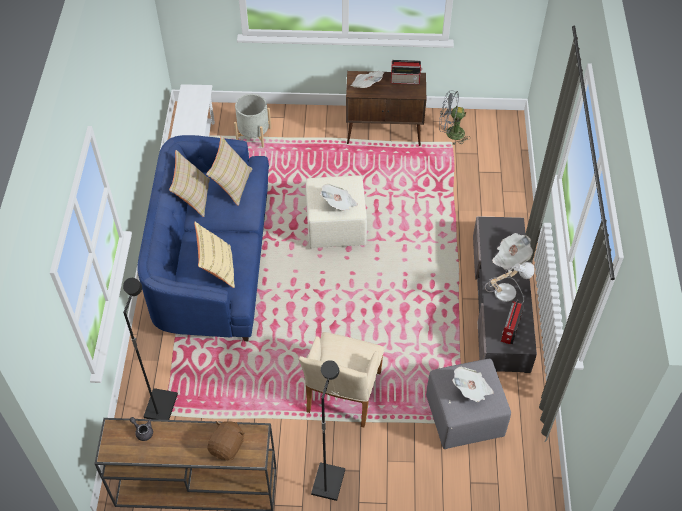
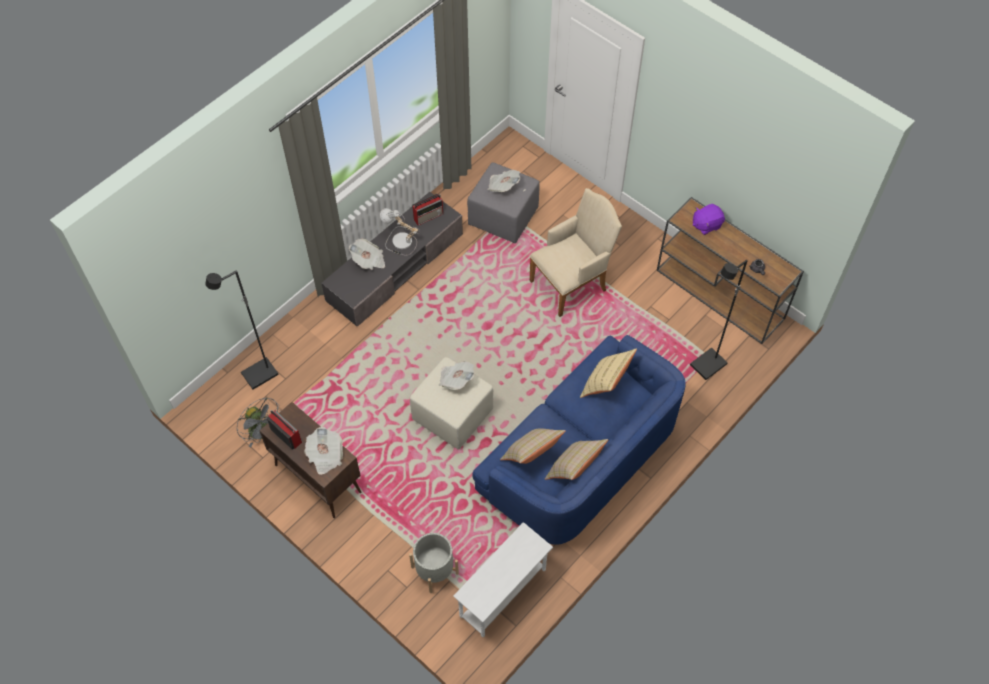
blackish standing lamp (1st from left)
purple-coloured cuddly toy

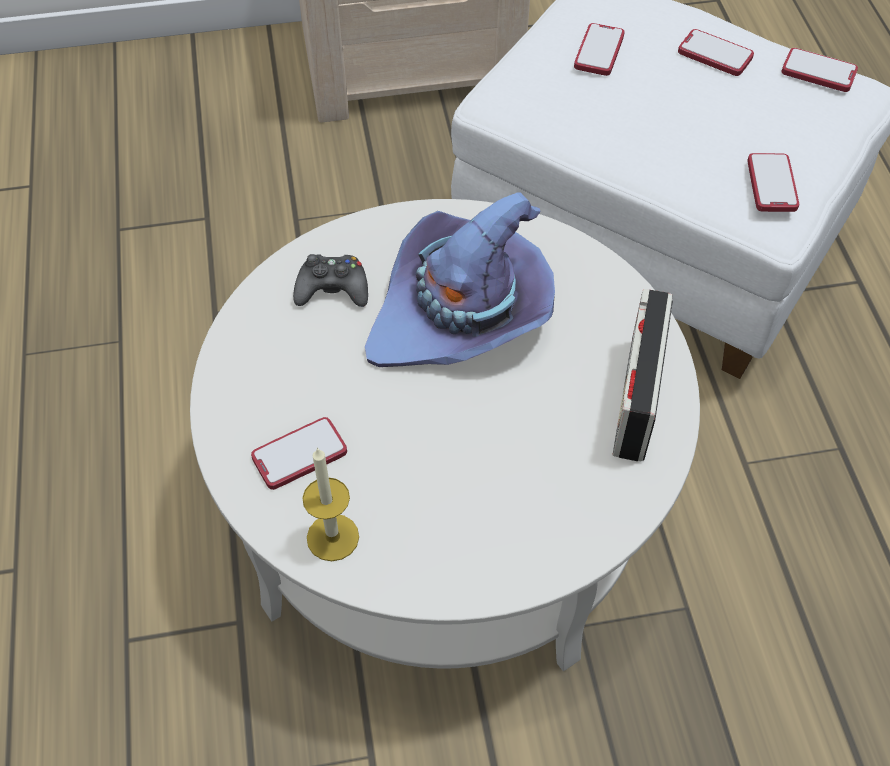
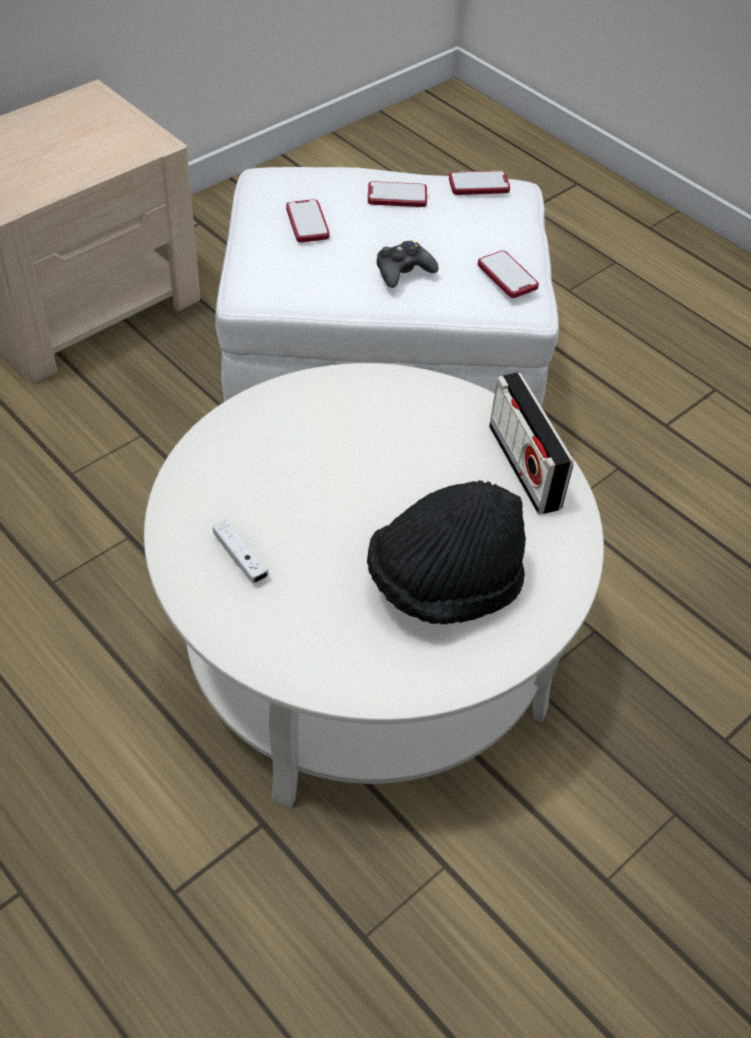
whitish gamepad
blackish wearable hat
blackish gamepad
handset (1st from left in the first image)
candle
purple-coloured wearable hat

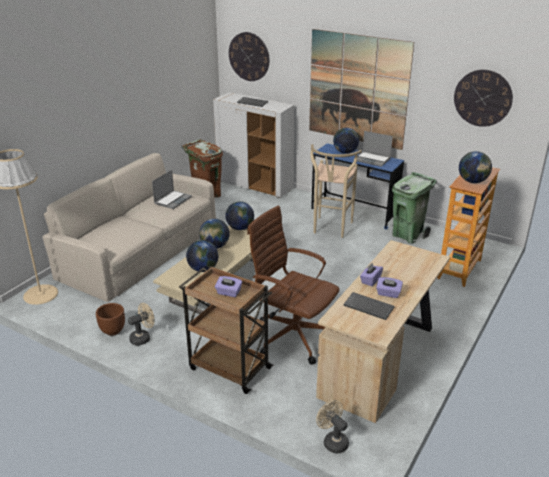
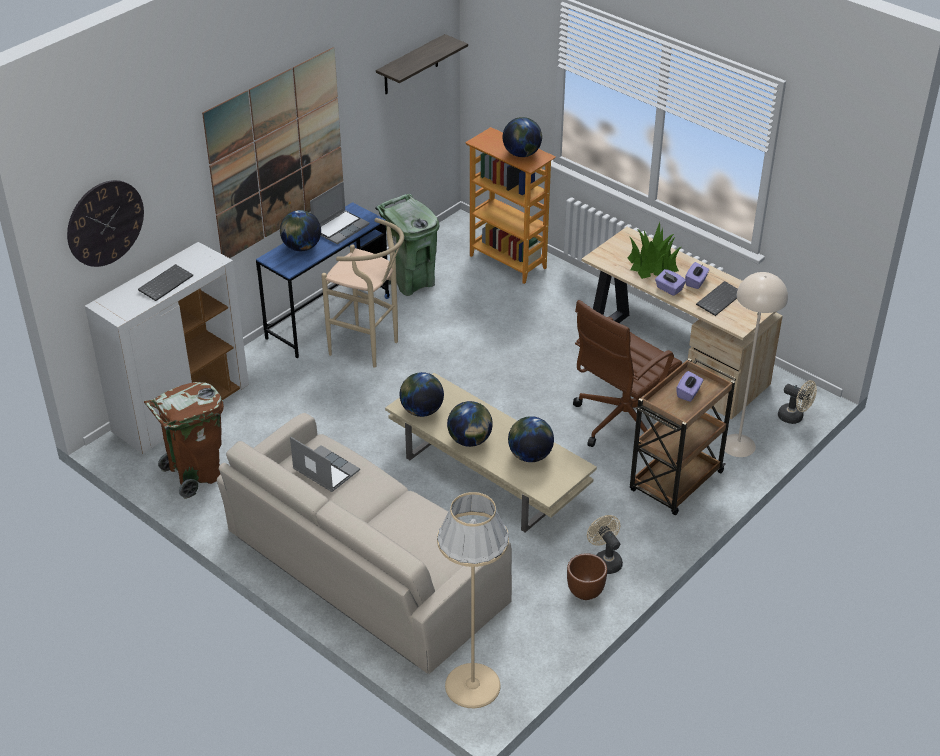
shelf
potted plant
sand-coloured standing lamp (2nd from left)
sand-coloured electric fan (2nd from left)

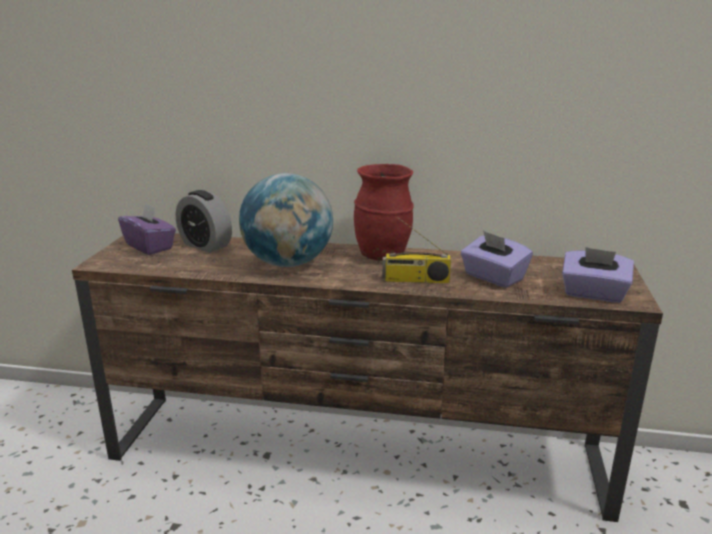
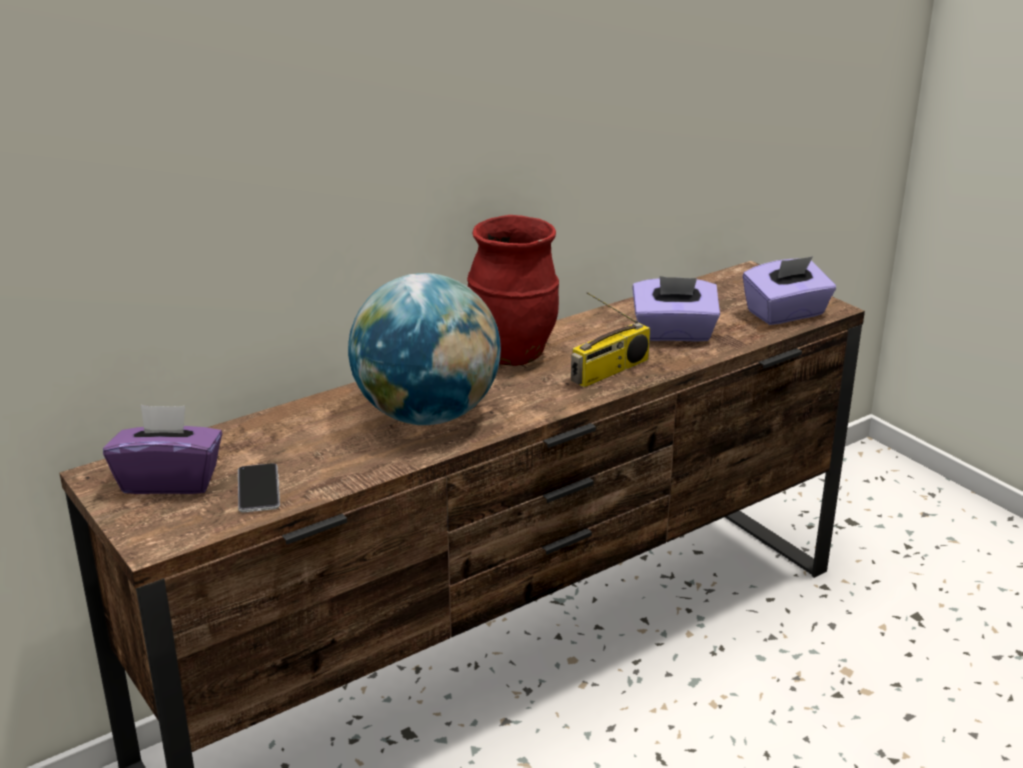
handset
table clock

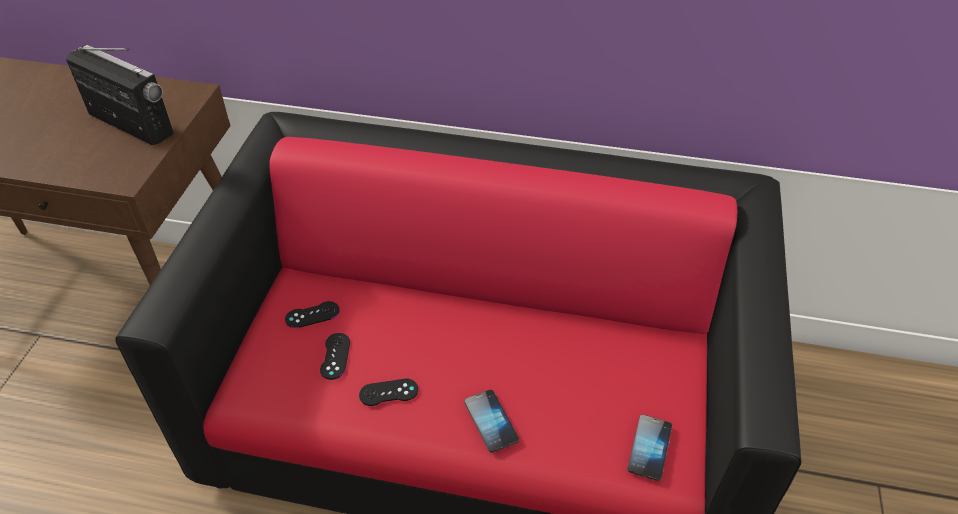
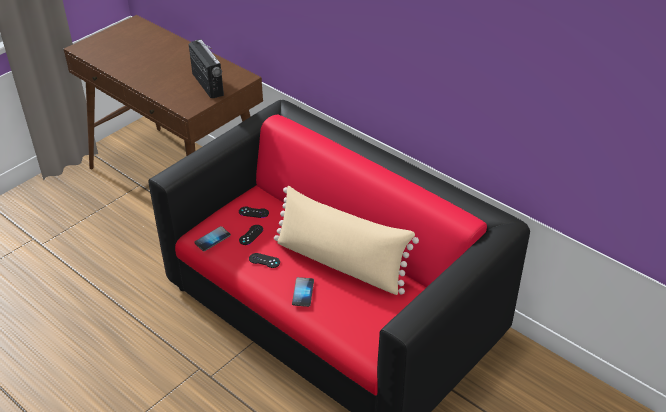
handset (1st from left)
sand-coloured cushion

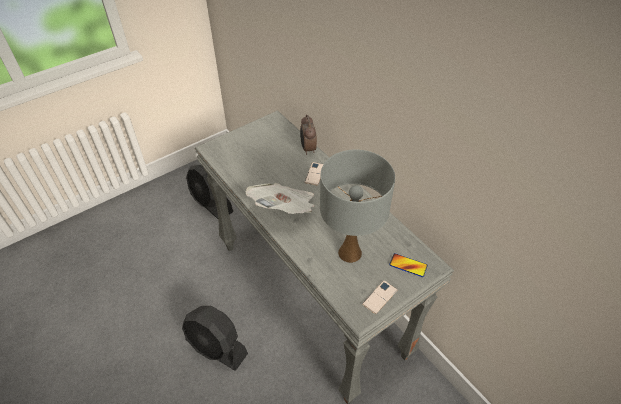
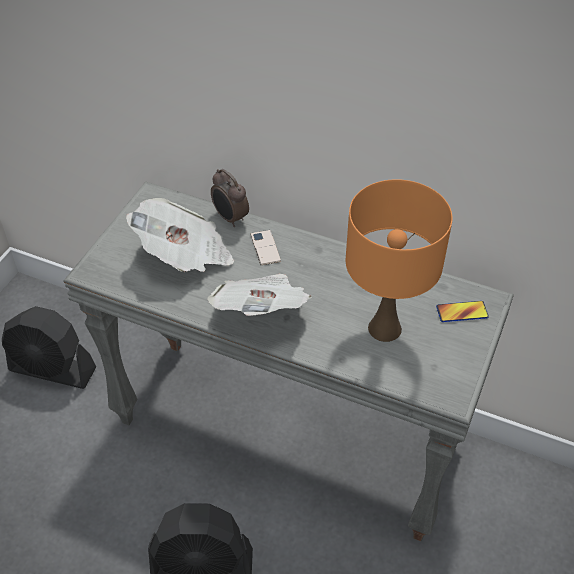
printed paper (1st from left)
orangey tabletop lamp
handset (2nd from left in the first image)

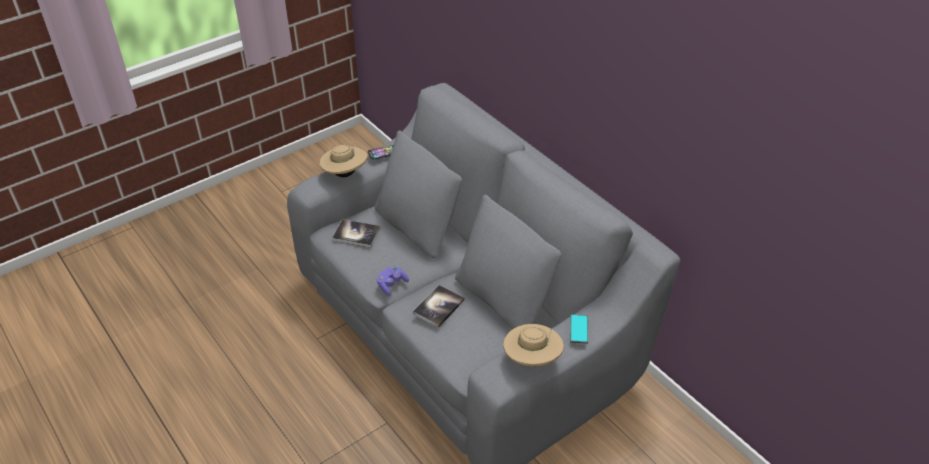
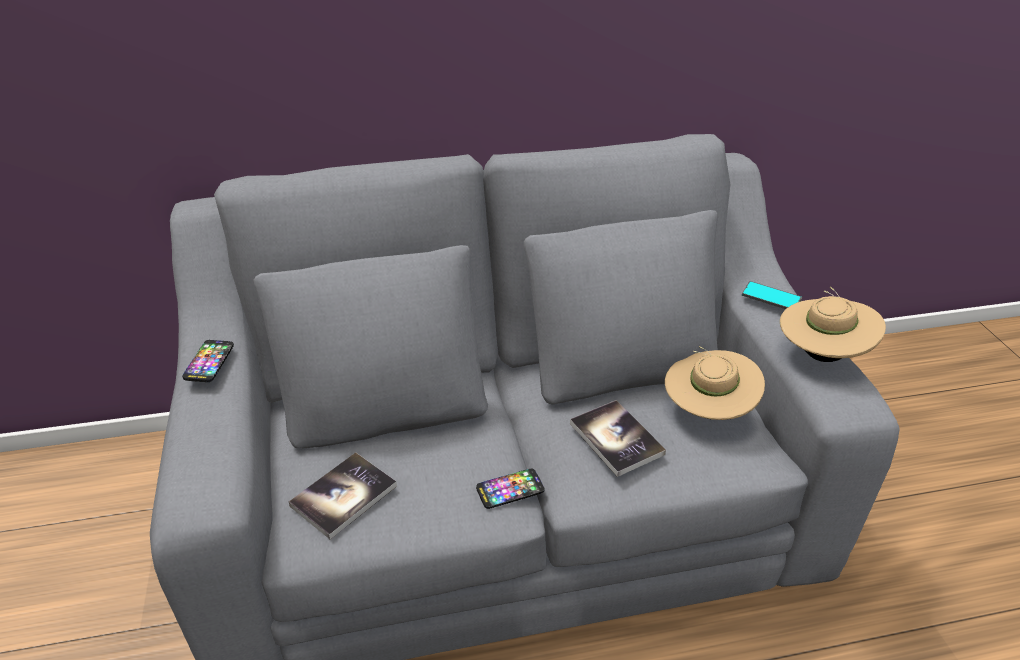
handset (2nd from left)
sand-coloured wearable hat (1st from left)

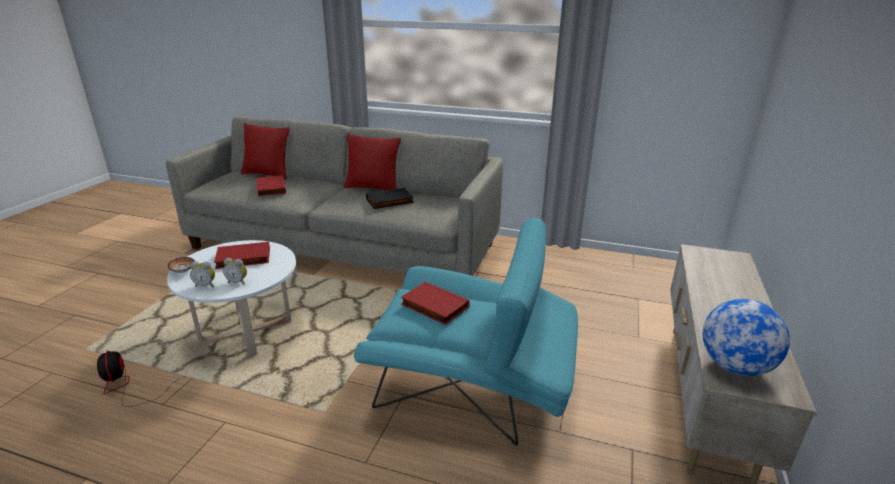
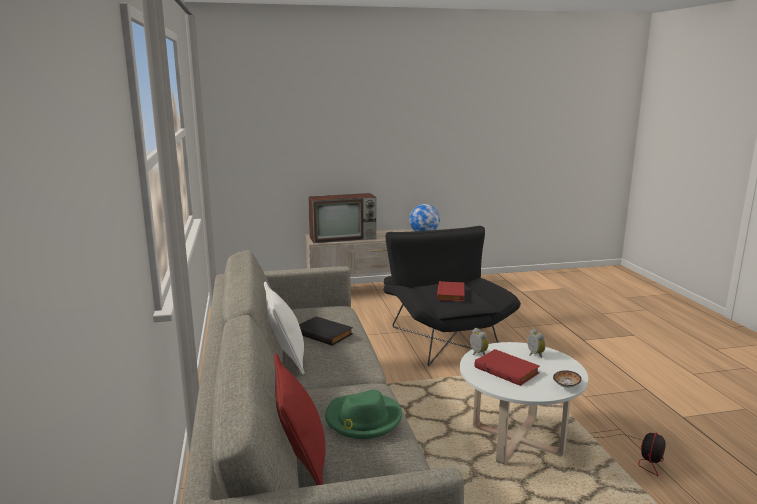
whitish cushion
television
green wearable hat
blackish armchair
table clock (1st from left)

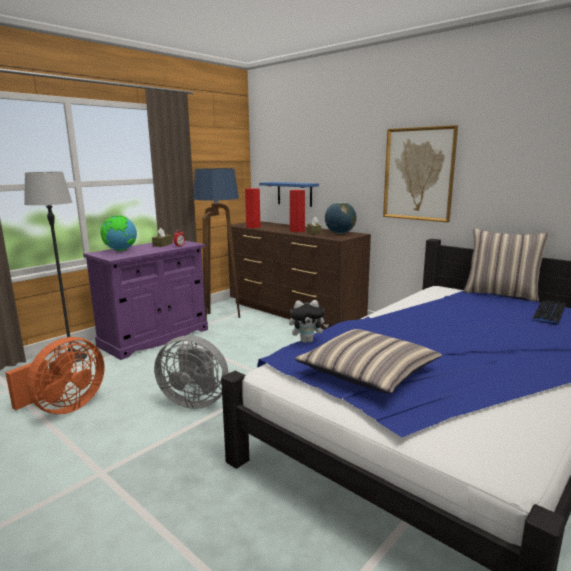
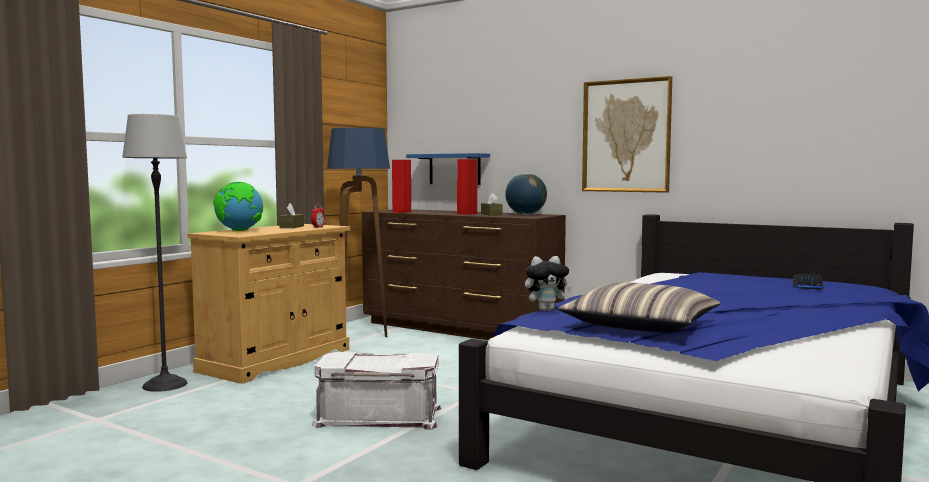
sand-coloured cabinet
whitish storage box
orangey electric fan
cushion (2nd from left in the first image)

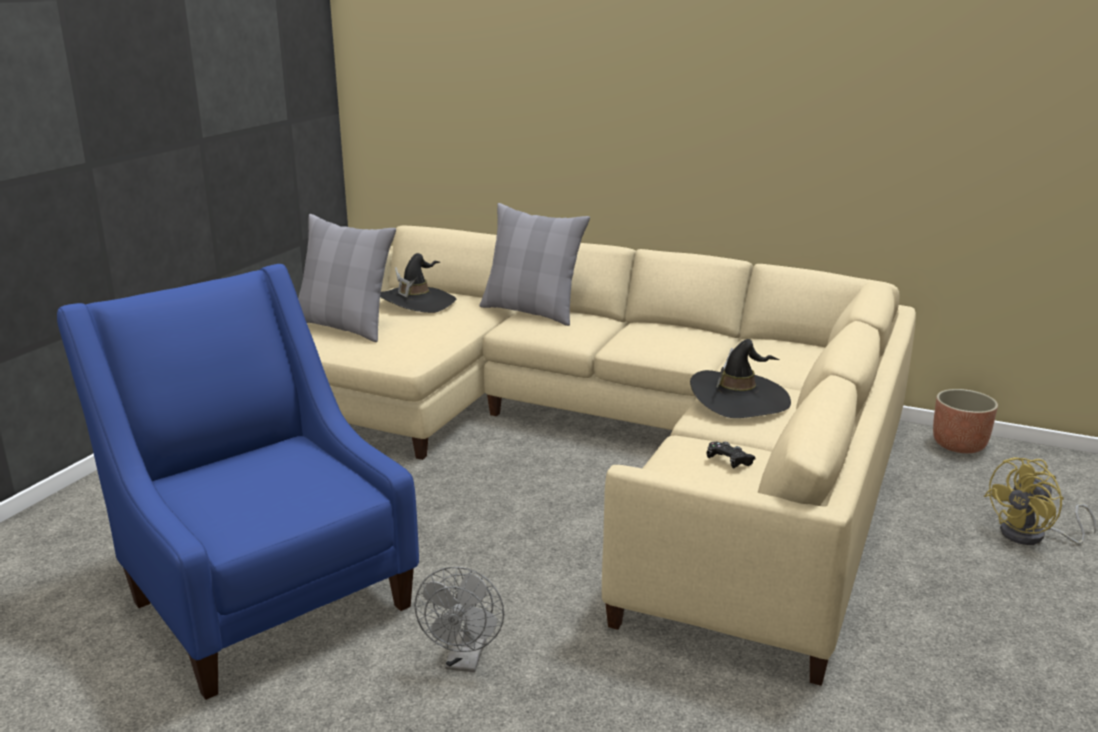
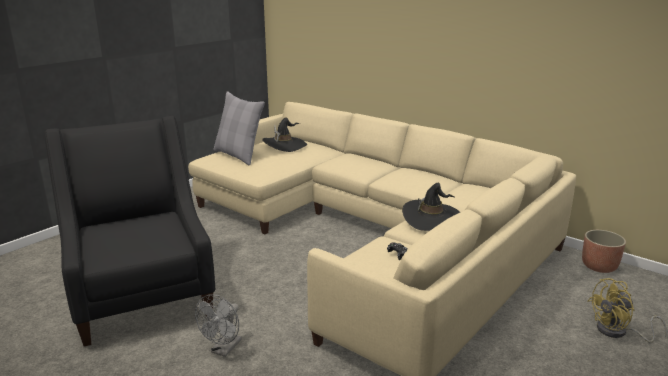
blackish armchair
gray cushion (2nd from left in the first image)

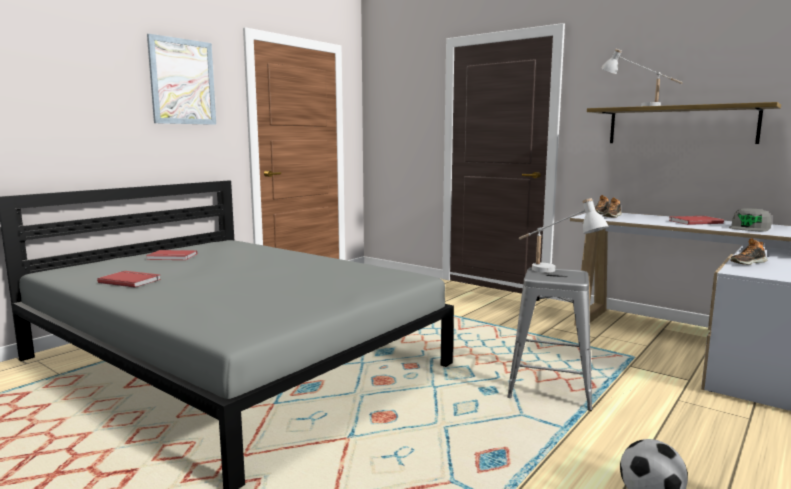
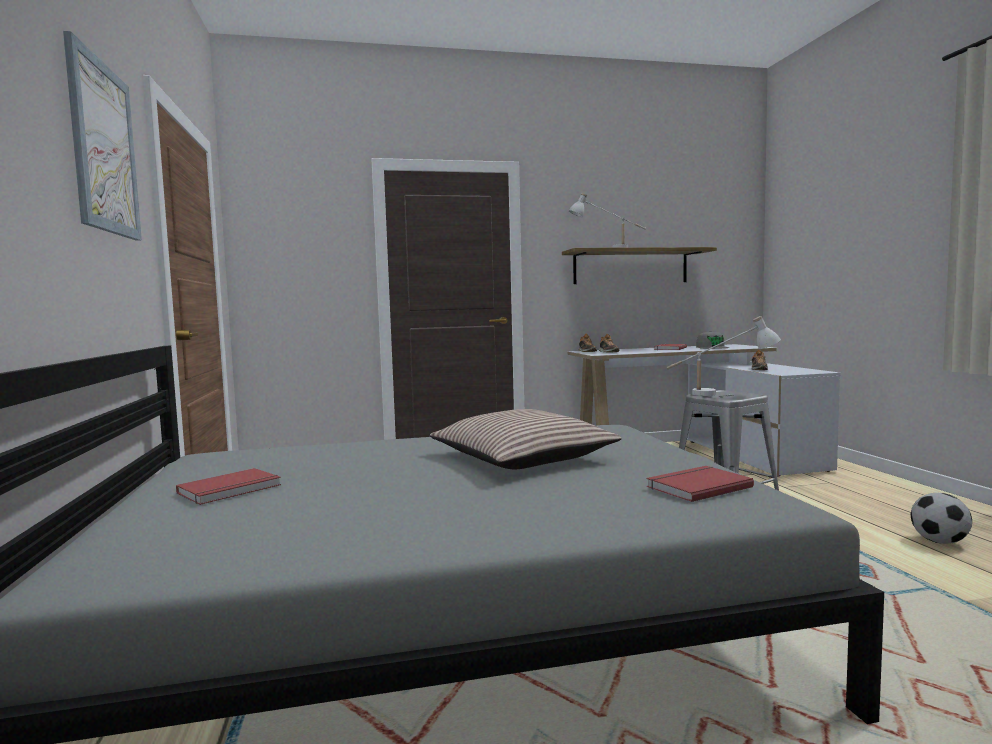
cushion
red-coloured volume (3rd from left)

